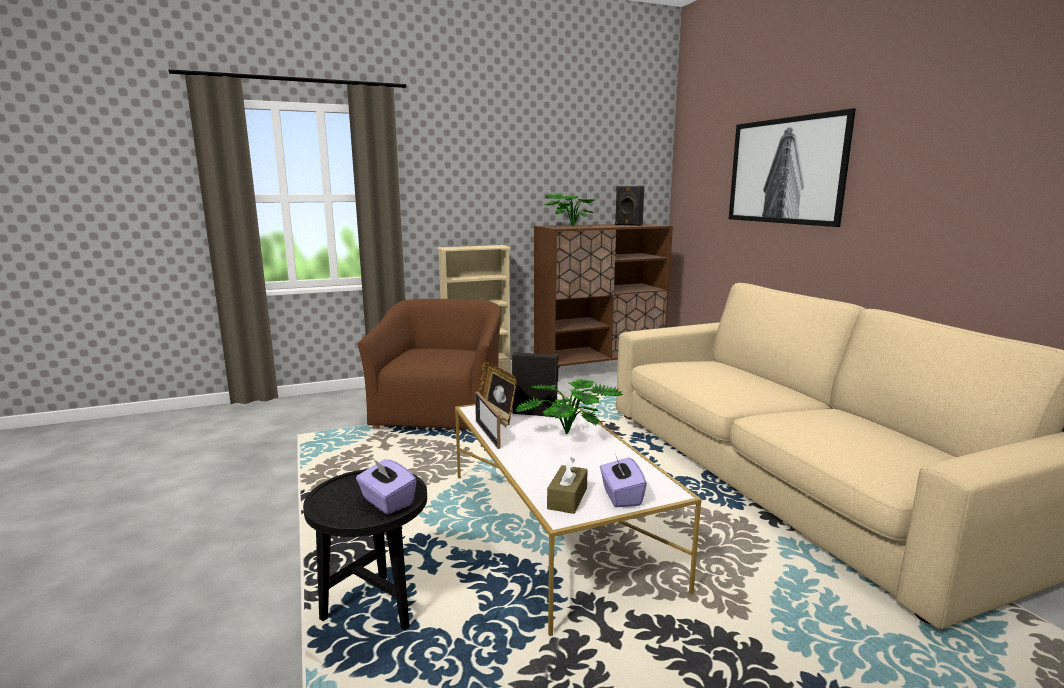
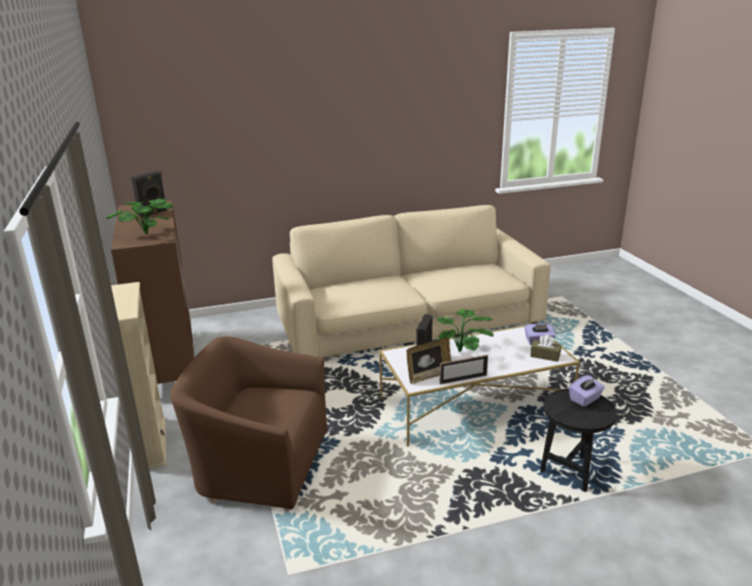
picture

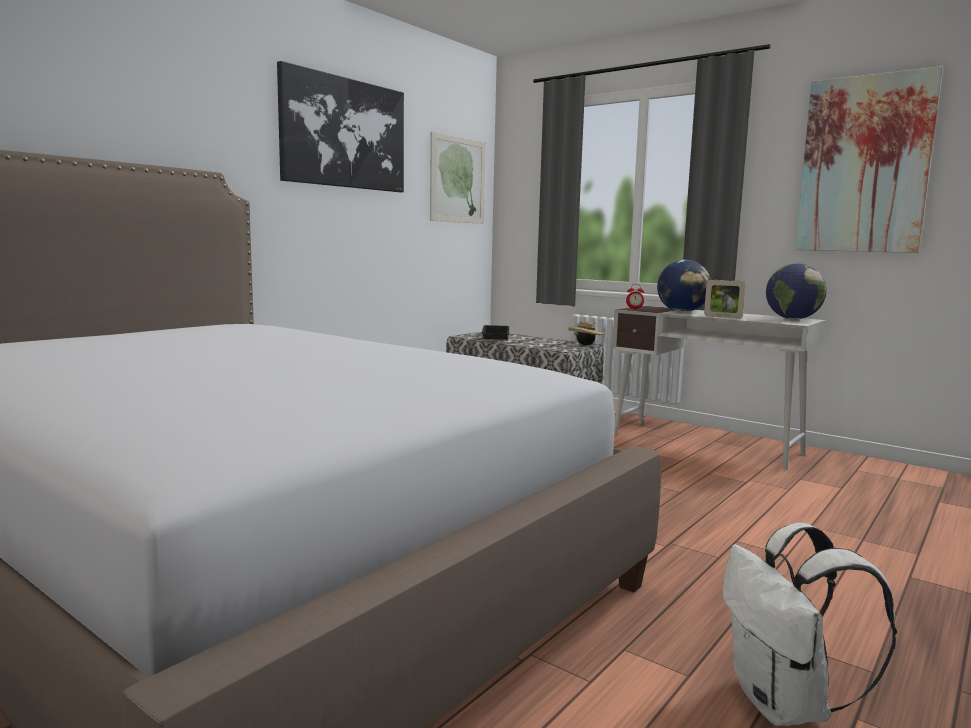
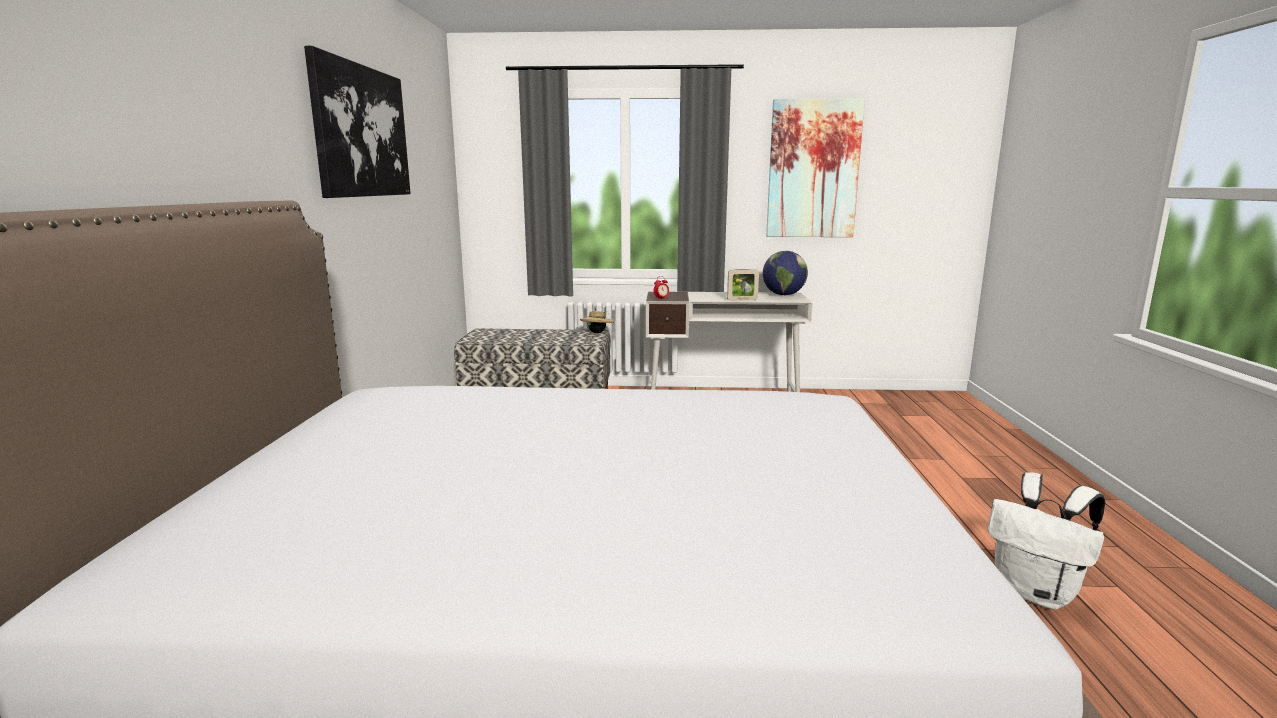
picture (2nd from left in the first image)
blackish serving tray
desk globe (1st from left in the first image)

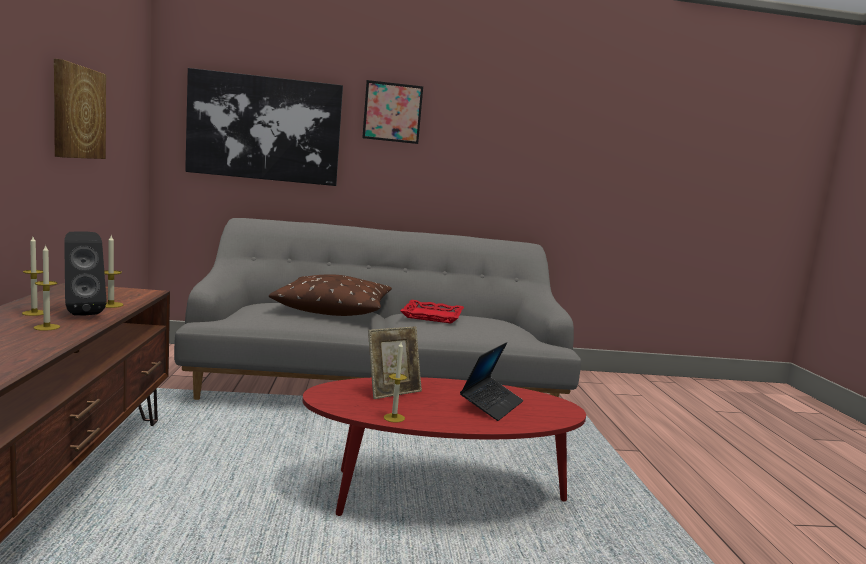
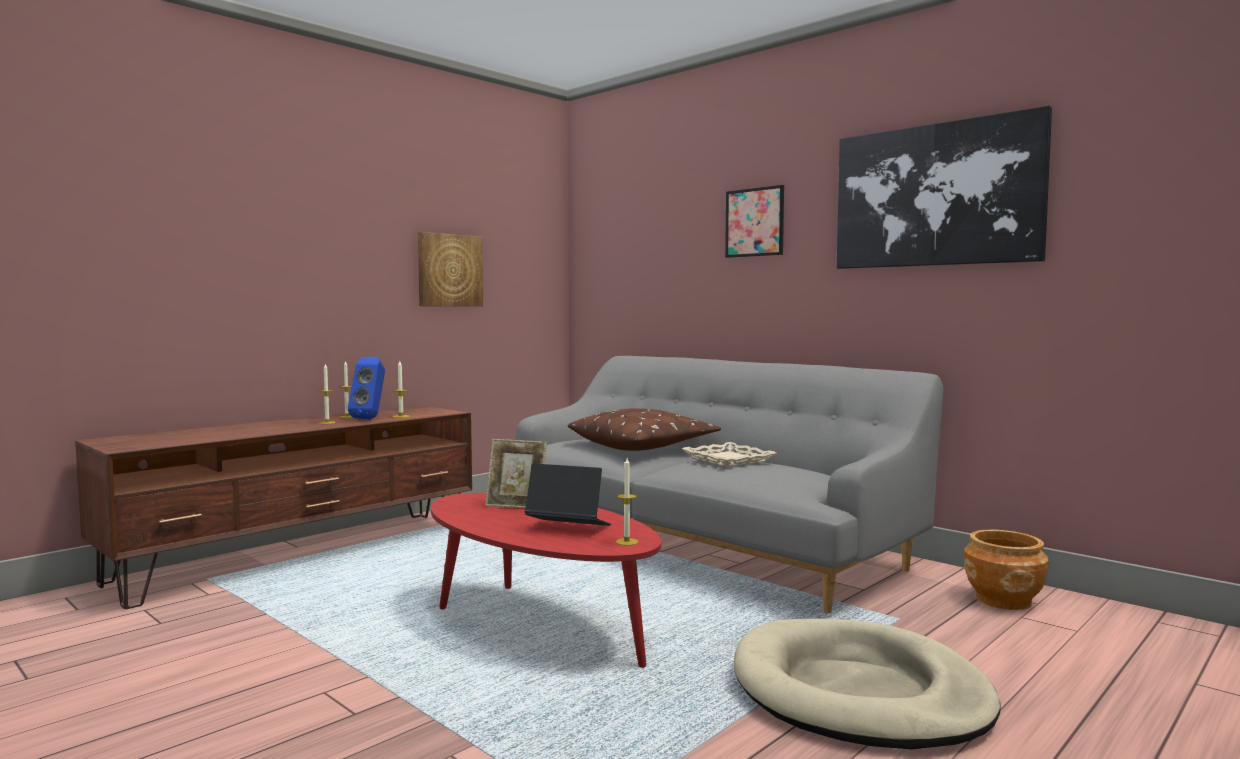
blue-coloured loudspeaker
portable computer
candle (4th from left)
sand-coloured serving tray
sand-coloured dog bed
picture (3rd from left)
brown-coloured flower pot

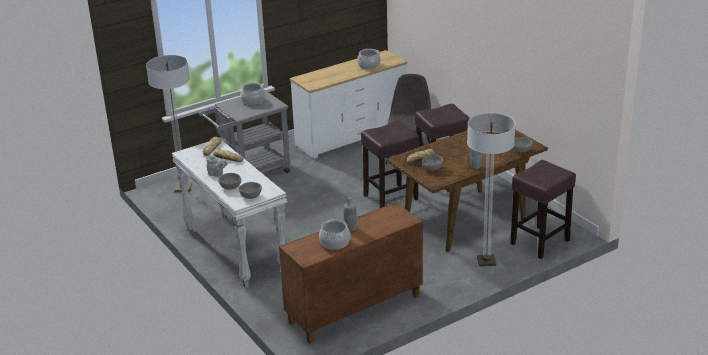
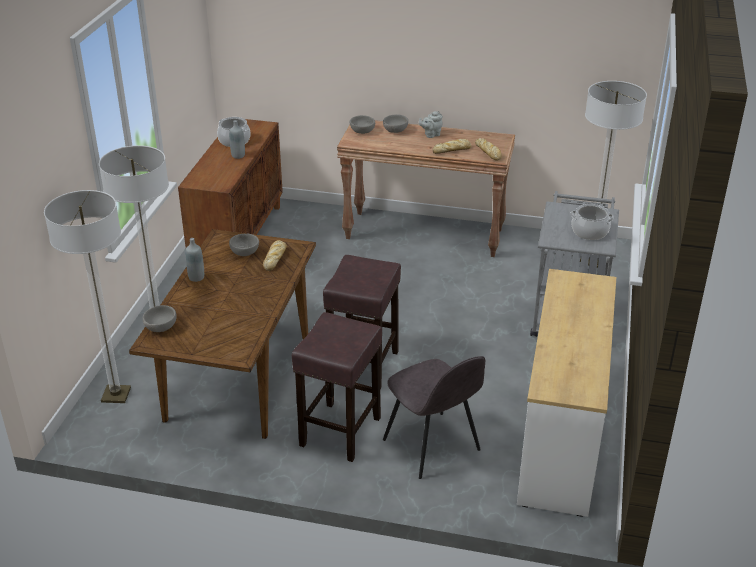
standing lamp (1st from left)
brown-coloured console table
stockpot (3rd from left in the first image)

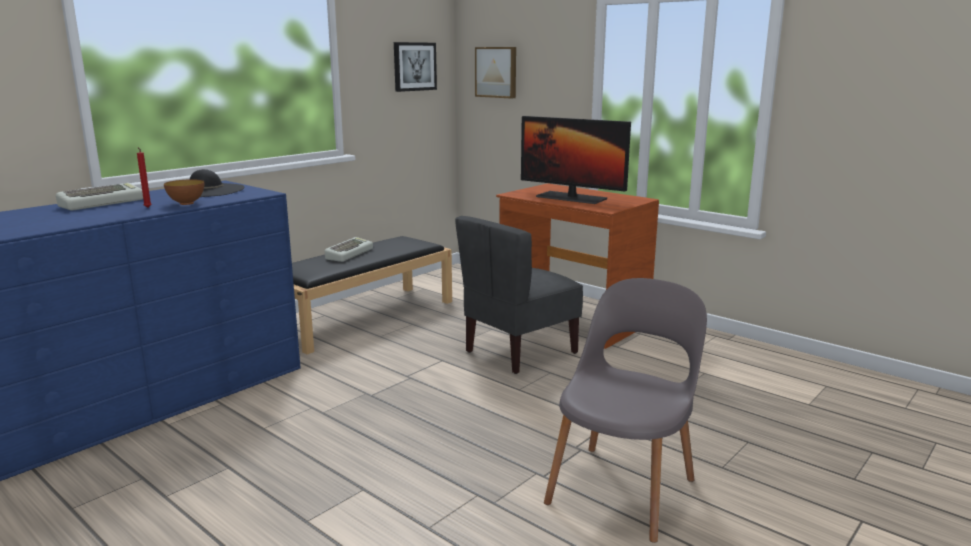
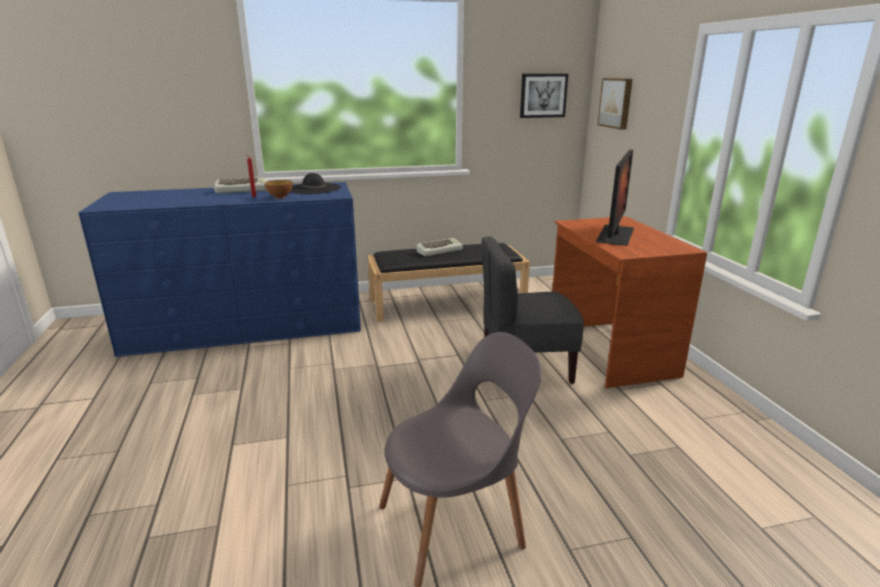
computer screen

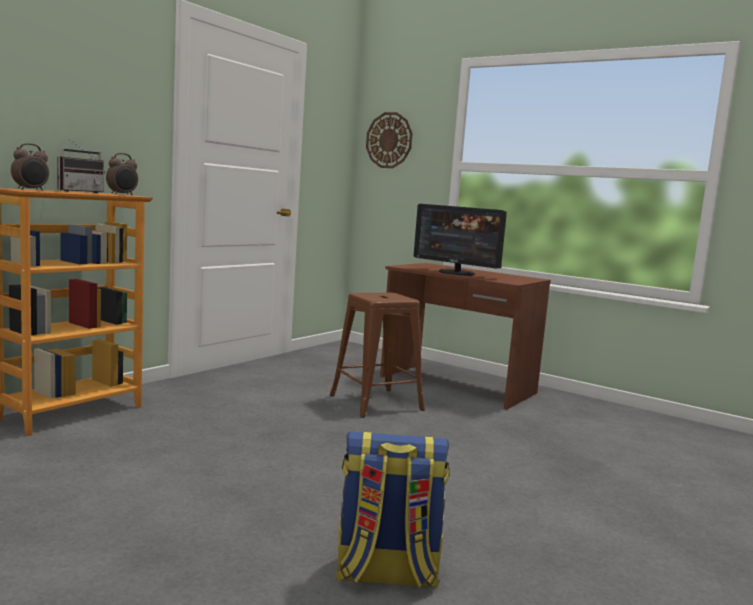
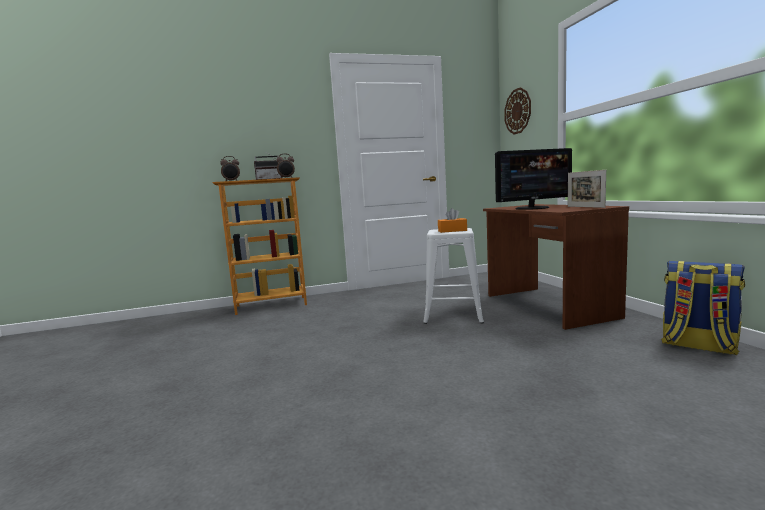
whitish stool
orangey tissue holder
computer screen
photo frame
knapsack

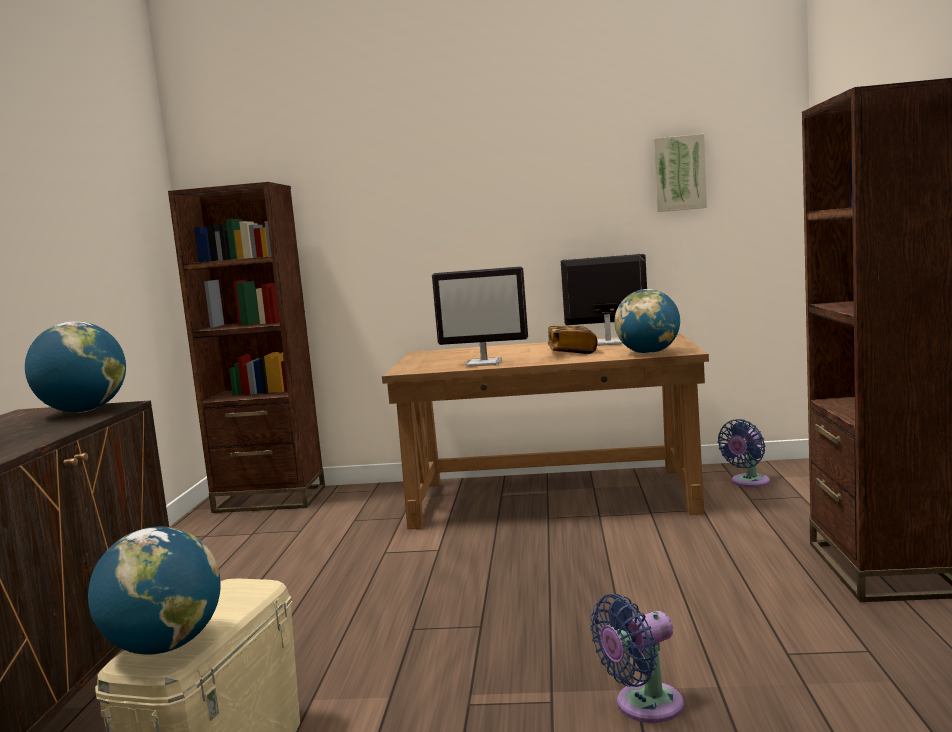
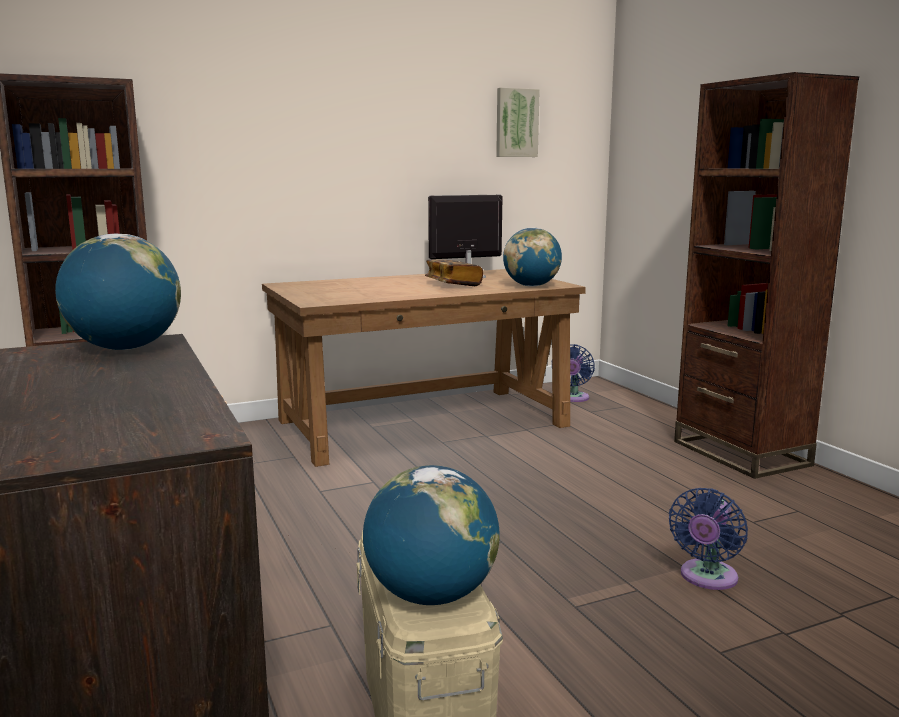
computer screen (1st from left in the first image)

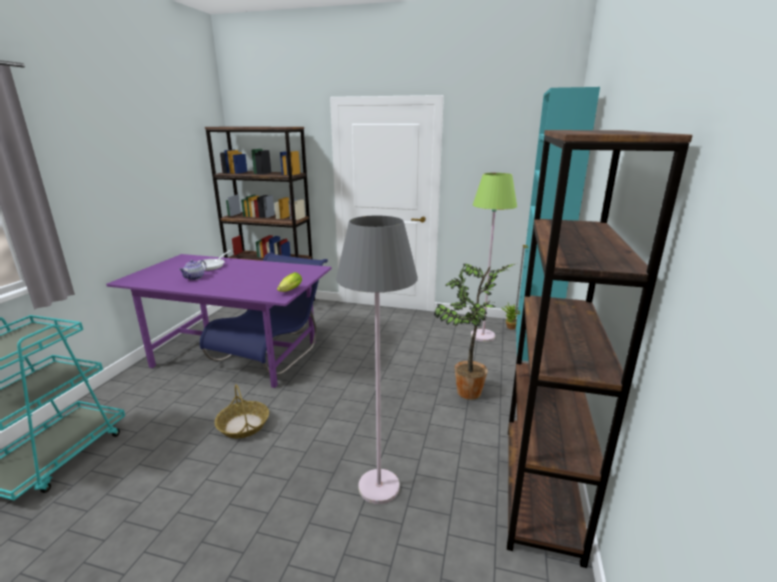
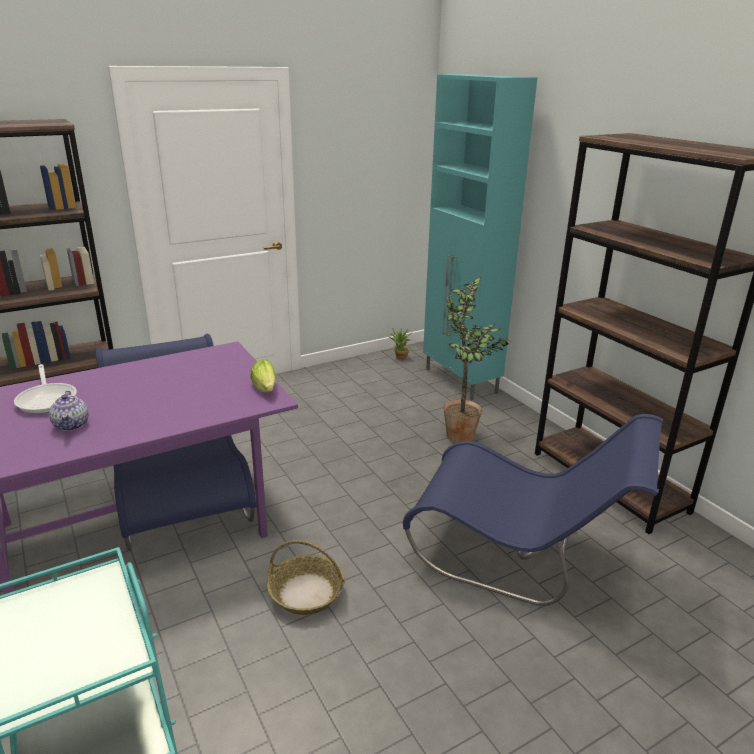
blue-coloured plain chair (2nd from left)
green standing lamp

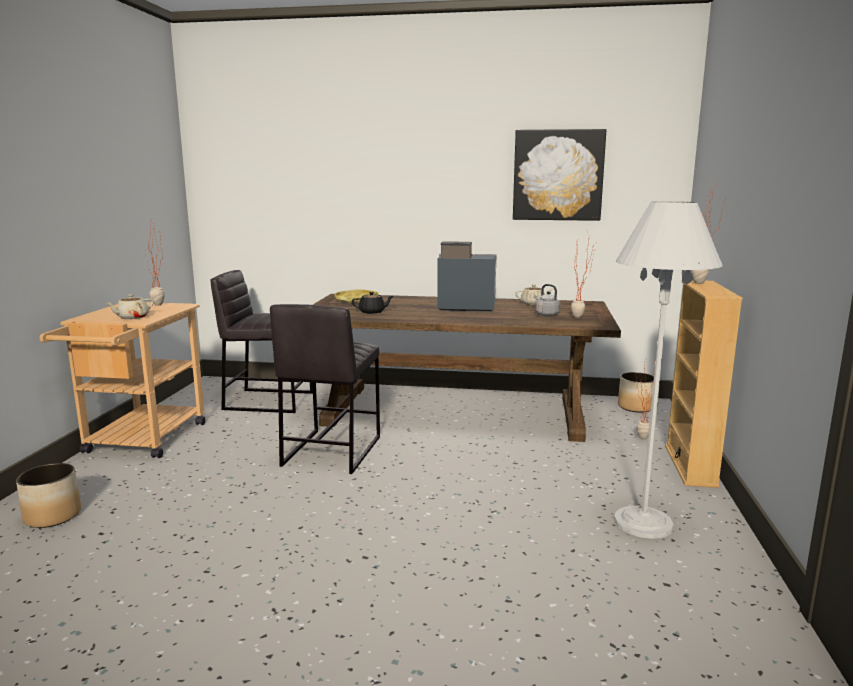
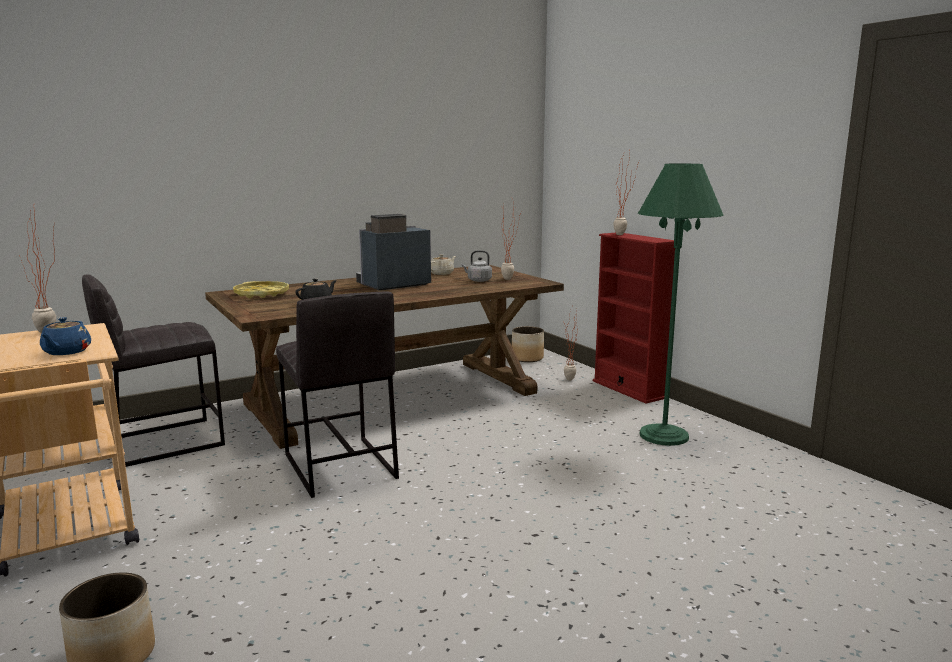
blue-coloured teapot
red-coloured shelving unit
green standing lamp
picture

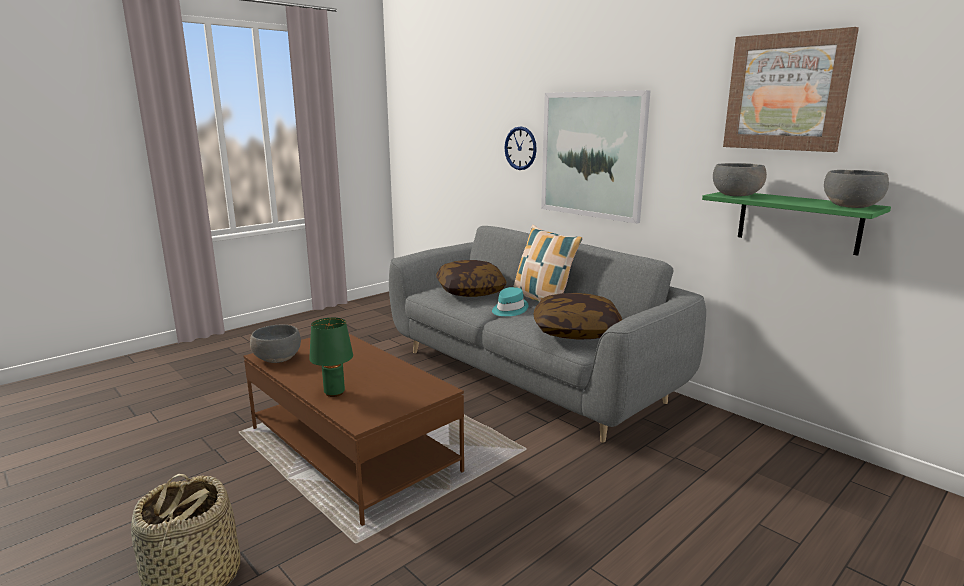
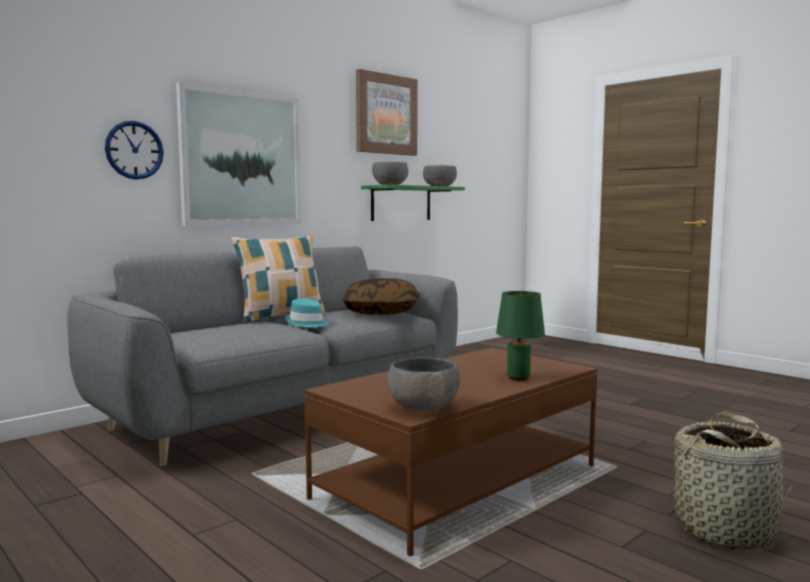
cushion (1st from left in the first image)

